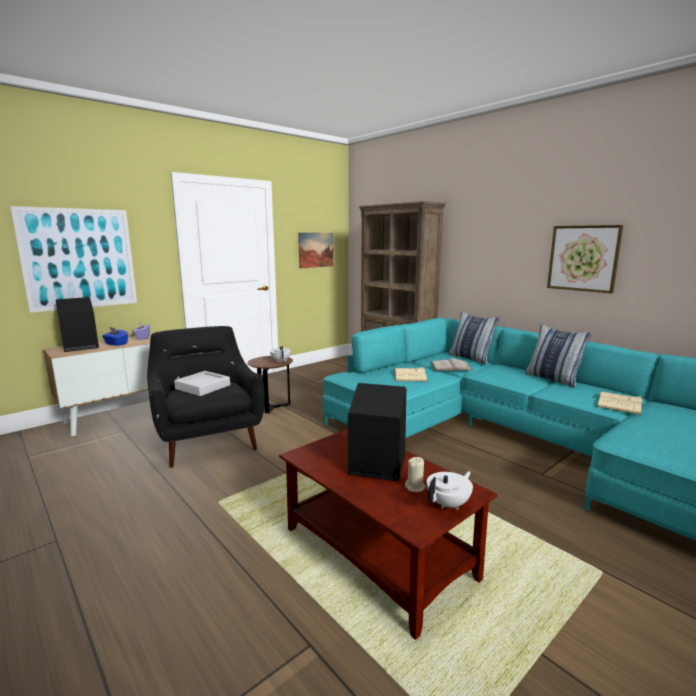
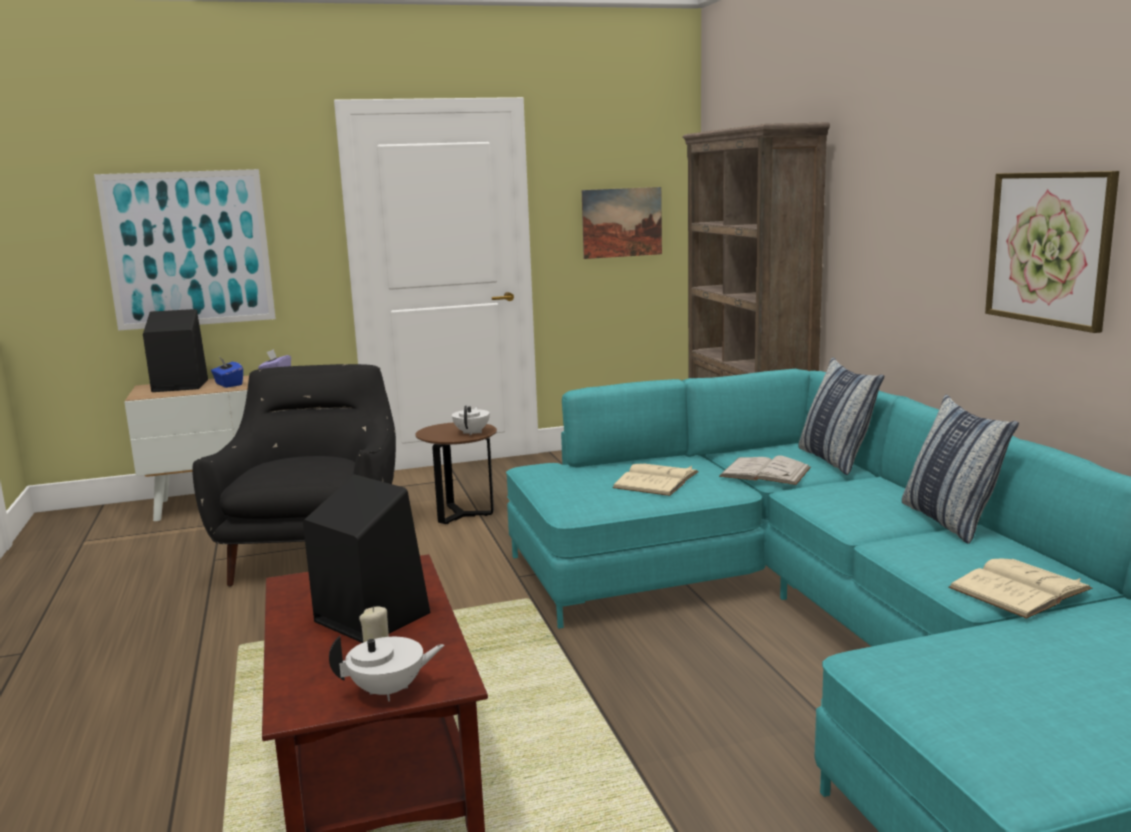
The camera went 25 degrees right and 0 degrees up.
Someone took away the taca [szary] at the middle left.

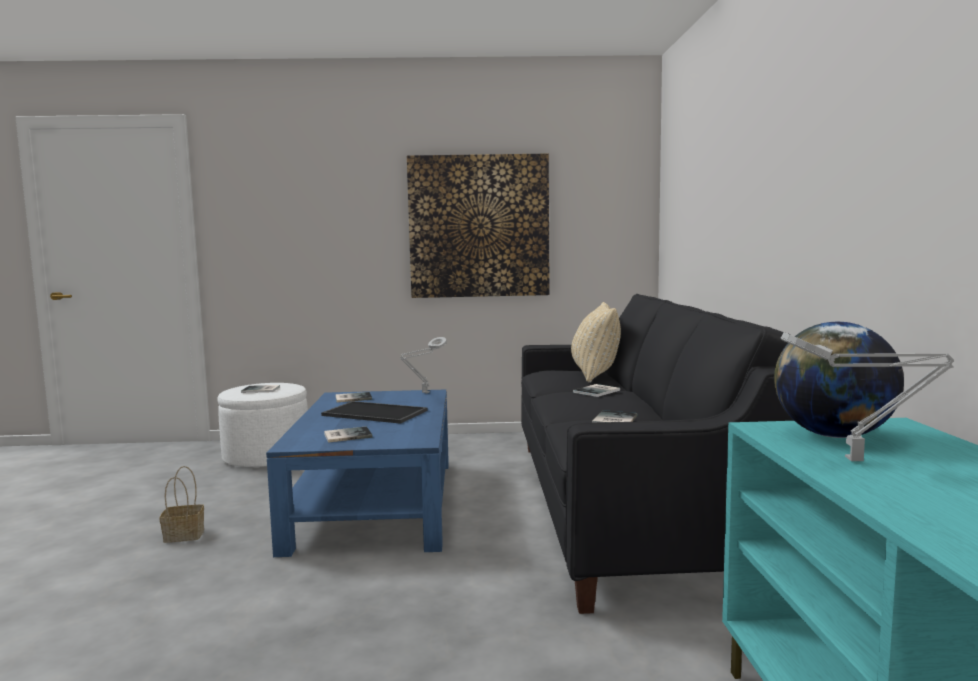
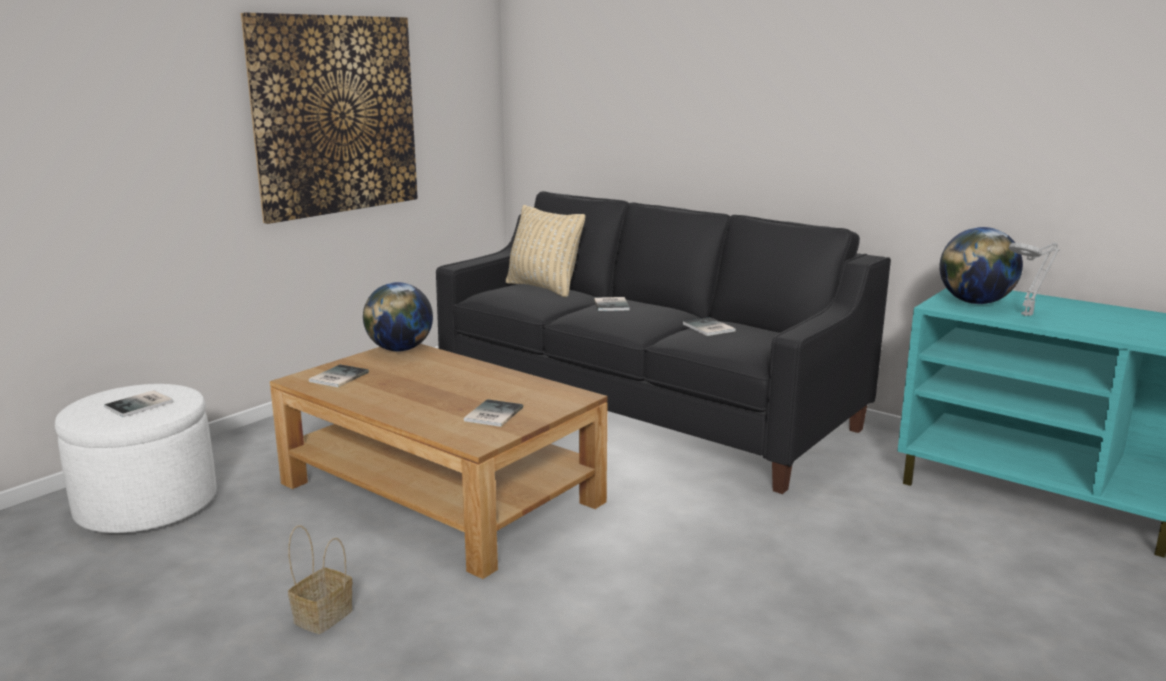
The camera went 50 degrees left and 10 degrees up.
Someone swapped the lampa stołowa [szary] (no. 1 from left) at the centre for the globus (no. 1 from left) at the centre.
Someone repainted the ława [niebieski] at the bottom centre, which became the ława [brązowy] at the bottom centre.
Someone took away the taca at the centre.

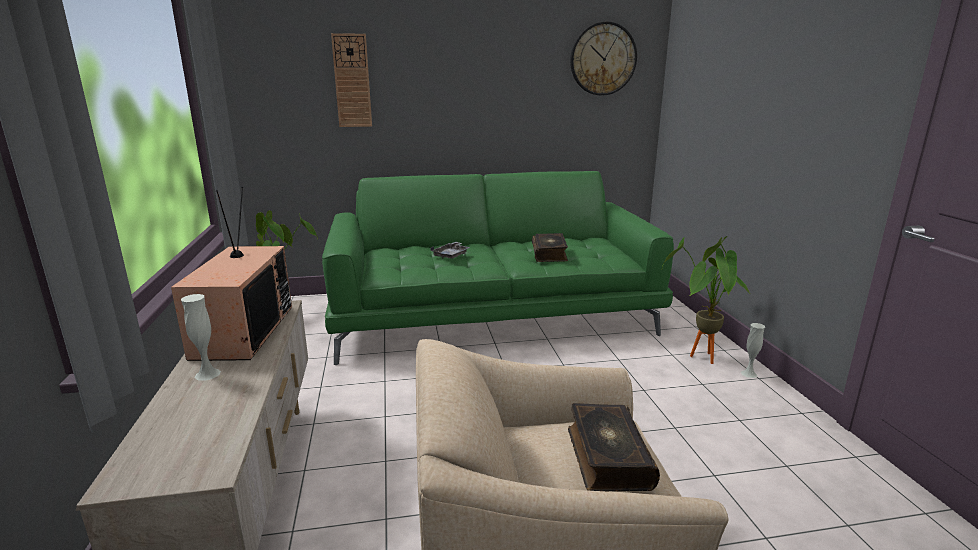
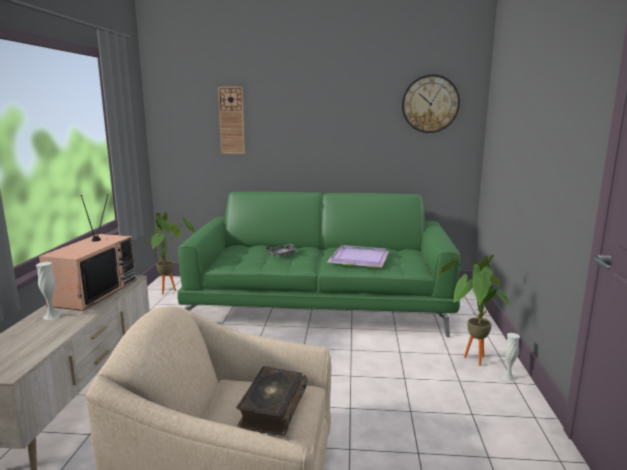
The camera went 15 degrees right and 5 degrees down.
Someone swapped the książka (no. 1 from left) at the centre for the taca [fioletowy] at the centre.

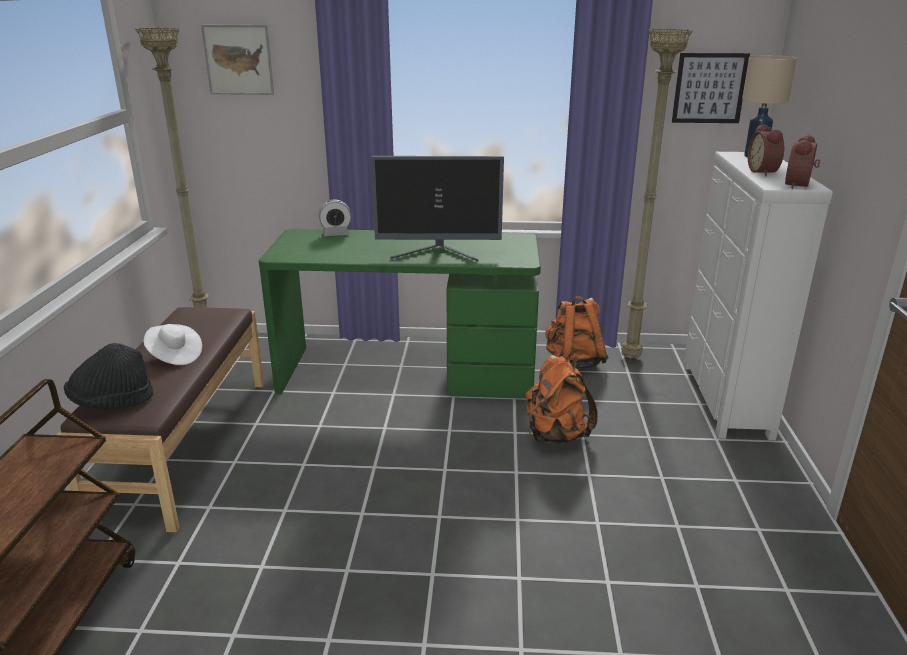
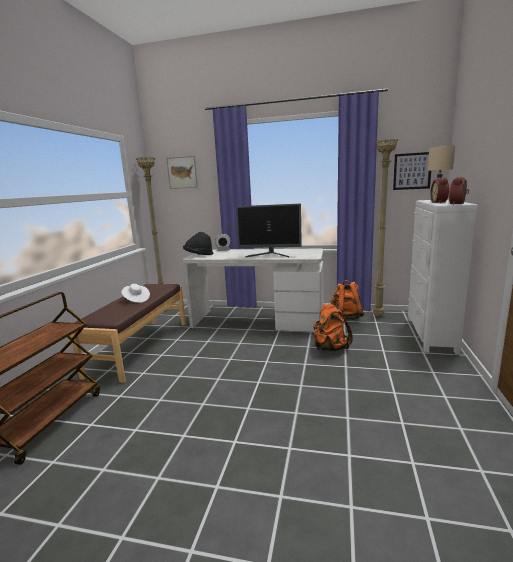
The camera went 10 degrees right and 10 degrees down.
Someone repainted the biurko [zielony] at the centre, which became the biurko [biały] at the centre.
Someone carried the kapelusz [czarny] from the middle left to the centre.

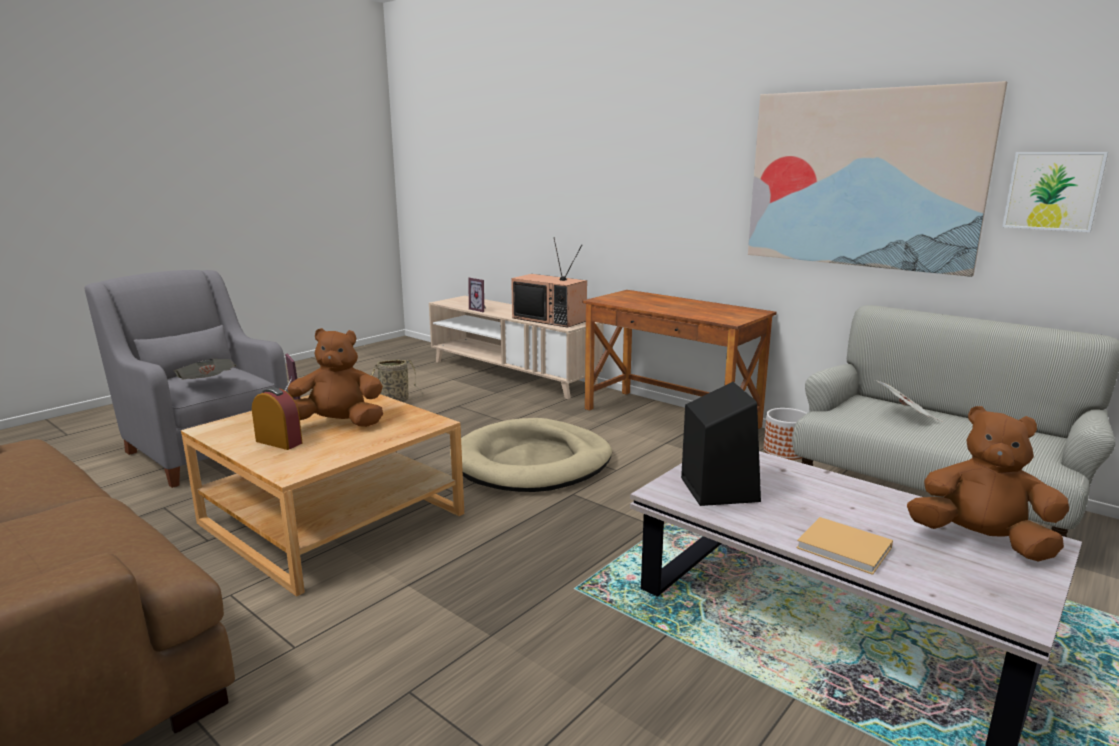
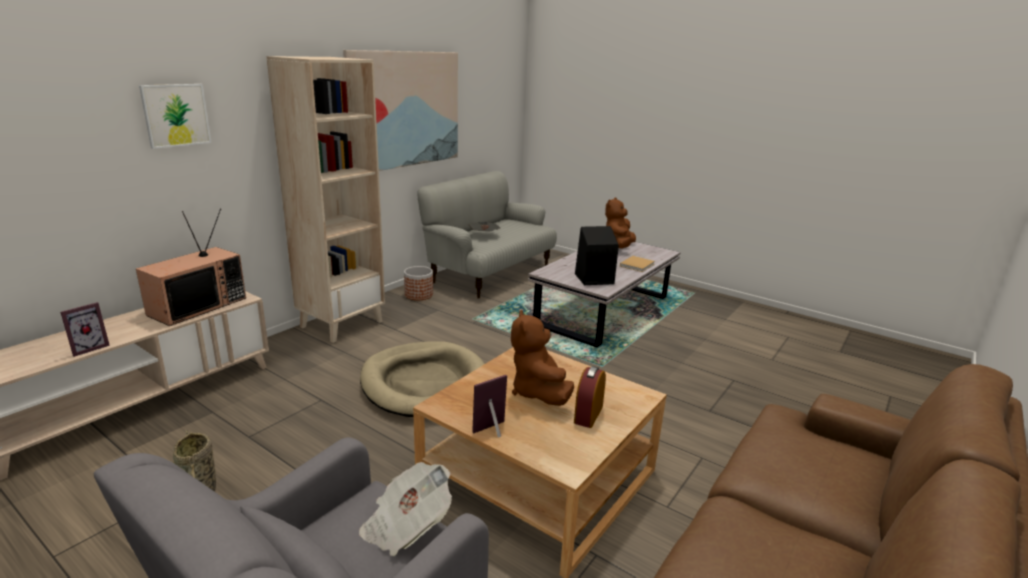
The camera went 95 degrees left and 5 degrees up.
Someone carried the obraz (no. 2 from left in the first image) from the top right to the top left.
Someone swapped the biurko [brązowy] at the centre for the regał [beżowy] at the middle left.

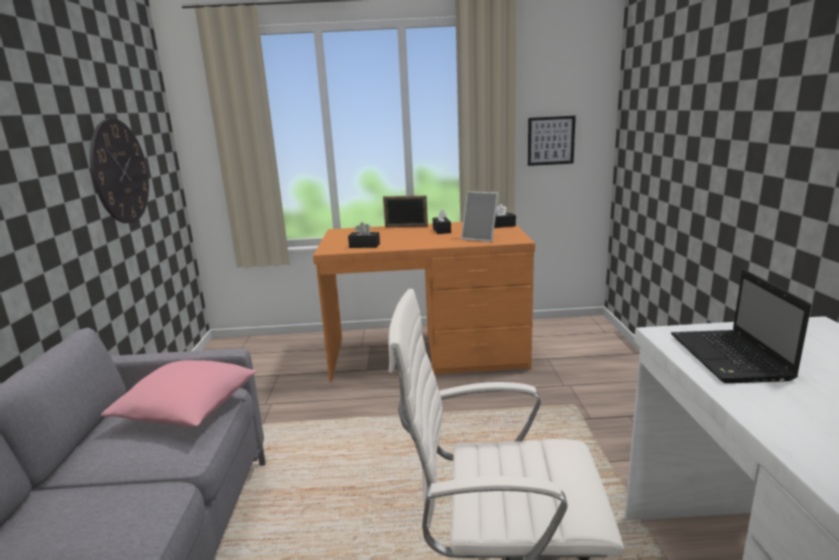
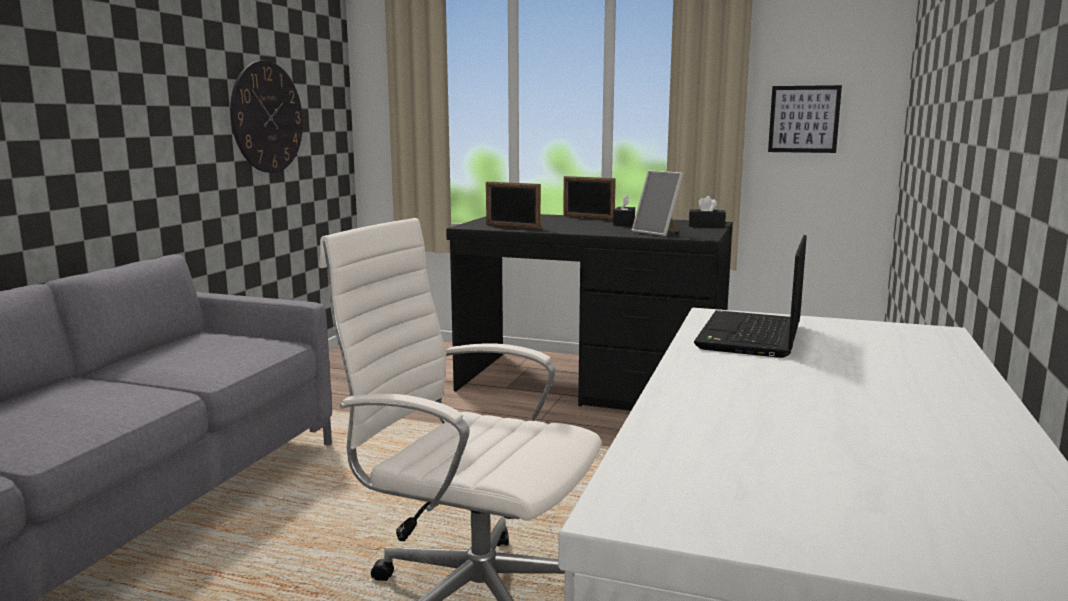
The camera went 20 degrees right and 5 degrees down.
Someone repainted the biurko [pomarańczowy] at the centre, which became the biurko [czarny] at the centre.
Someone swapped the pudełko chusteczek [czarny] (no. 1 from left) at the centre for the ramka na zdjęcie (no. 1 from left) at the centre.
Someone took away the poduszka [różowy] at the bottom left.

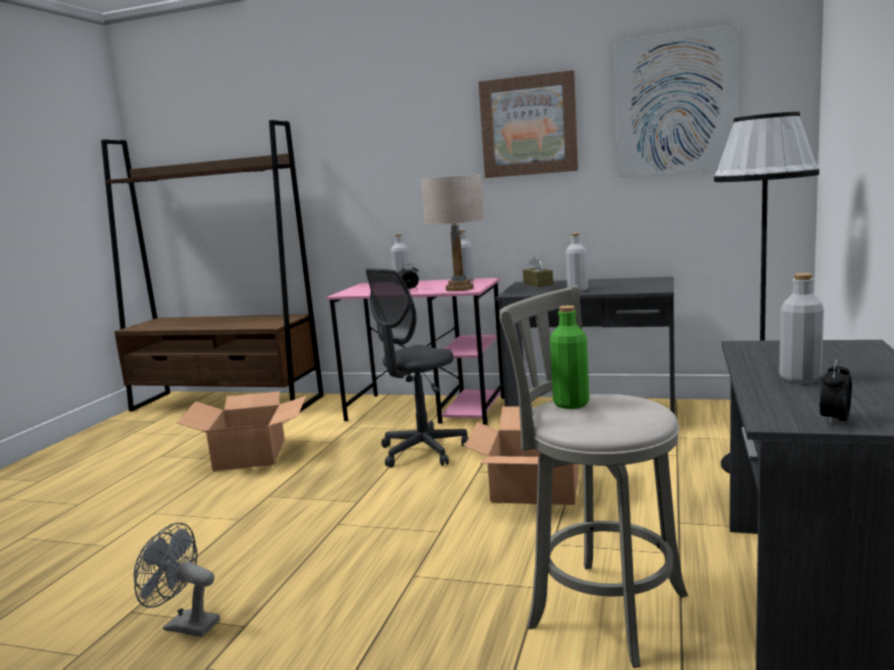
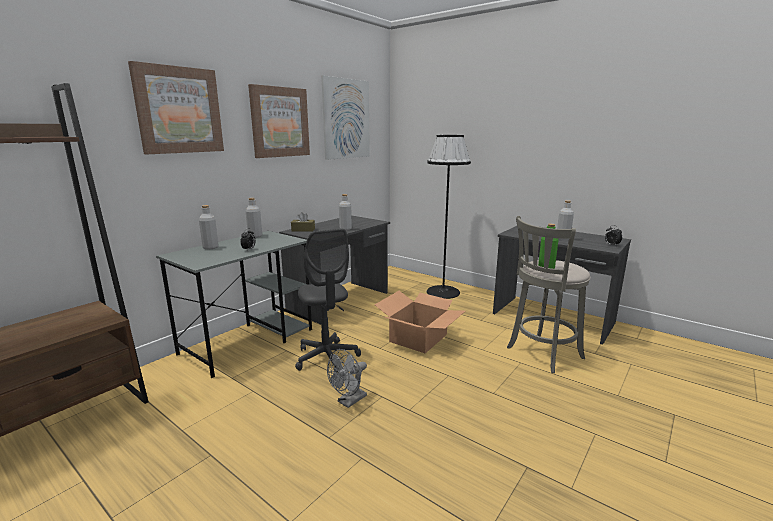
The camera went 70 degrees left and 5 degrees up.
Someone took away the lampa stołowa [beżowy] at the centre.
Someone repainted the biurko [różowy] at the centre, which became the biurko [szary] (no. 1 from left) at the middle left.
Someone took away the karton (no. 1 from left) at the middle left.
Someone carried the wentylator [szary] from the bottom left to the bottom centre.
Someone put up the obraz (no. 1 from left) at the top left.

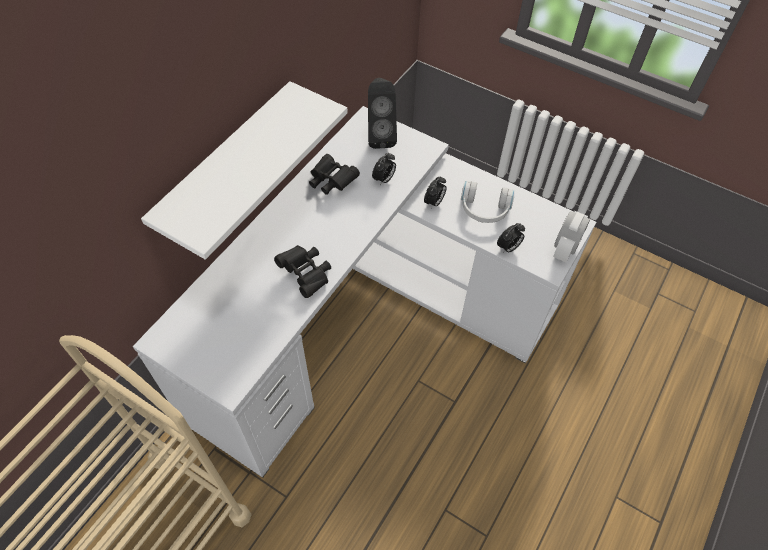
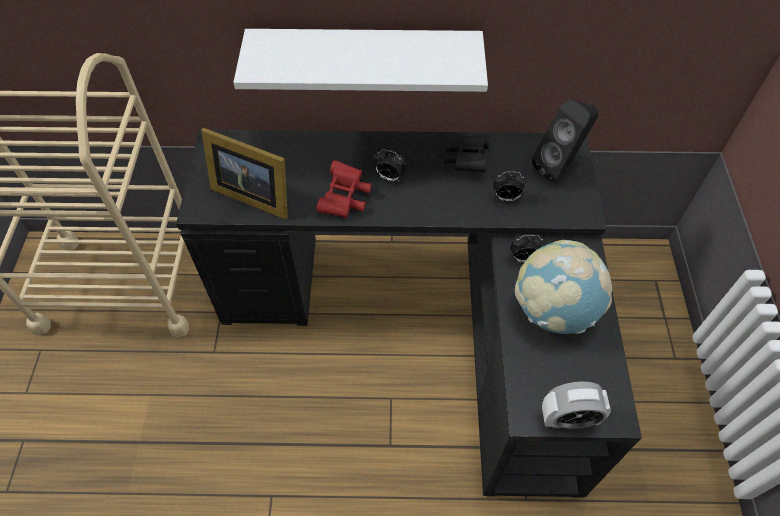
The camera went 60 degrees right and 0 degrees up.
Someone repainted the biurko [biały] at the centre, which became the biurko [czarny] at the centre.
Someone swapped the słuchawki [biały] at the centre for the globus at the middle right.
Someone carried the budzik (no. 3 from left in the first image) from the centre to the top centre.
Someone repainted the lornetka [czarny] (no. 1 from left) at the centre, which became the lornetka [czerwony] at the centre.
Someone put down the ramka na zdjęcie at the middle left.

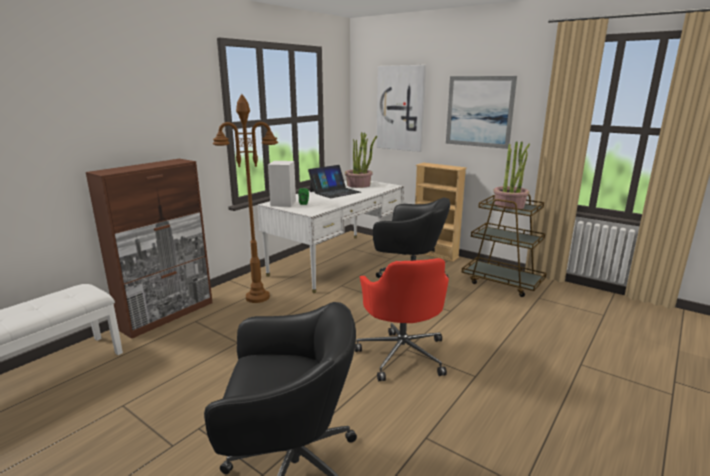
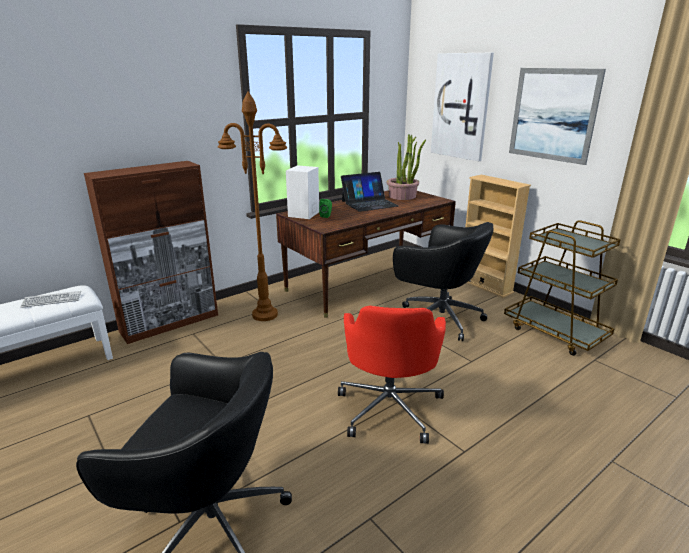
The camera went 15 degrees right and 5 degrees up.
Someone took away the roślina doniczkowa (no. 2 from left) at the middle right.
Someone repainted the biurko [biały] at the centre, which became the biurko [brązowy] at the centre.
Someone put down the klawiatura at the middle left.

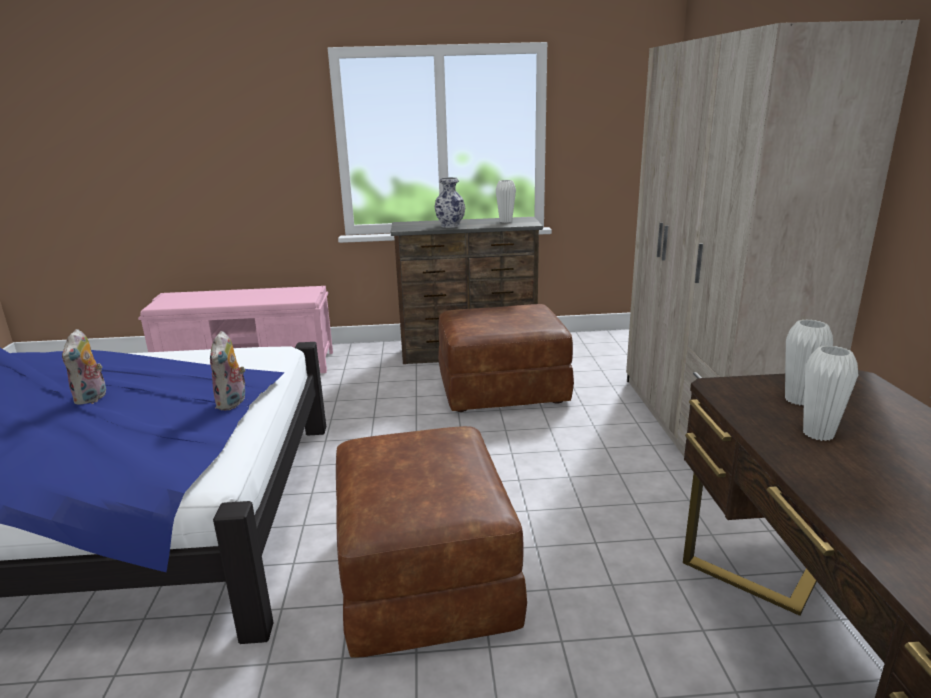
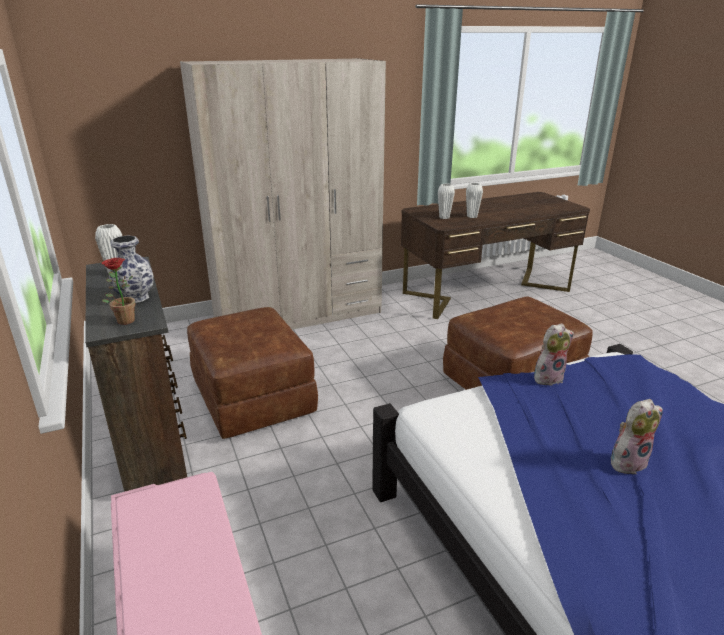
The camera went 110 degrees left and 5 degrees up.
Someone put down the roślina doniczkowa at the middle left.

